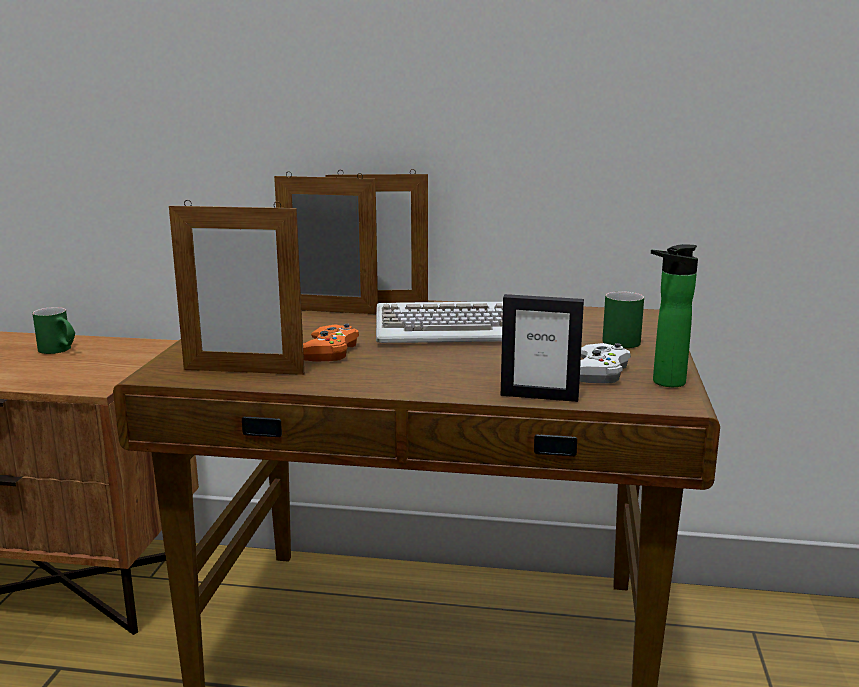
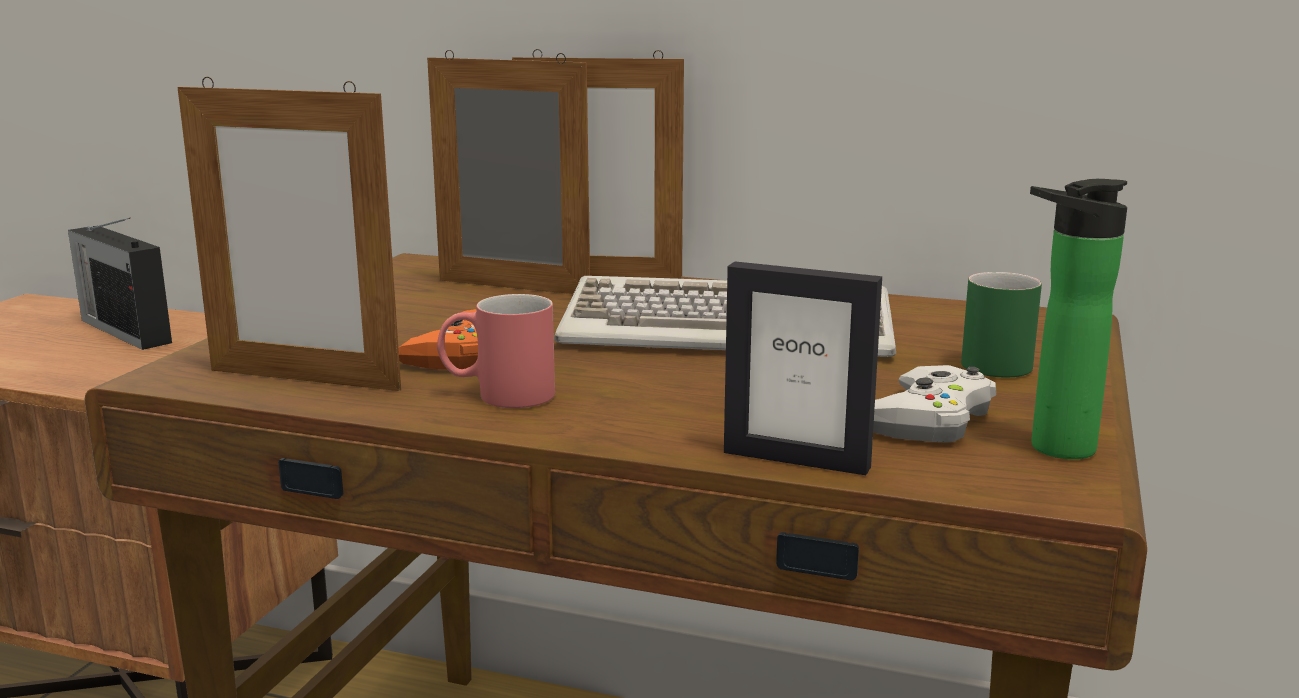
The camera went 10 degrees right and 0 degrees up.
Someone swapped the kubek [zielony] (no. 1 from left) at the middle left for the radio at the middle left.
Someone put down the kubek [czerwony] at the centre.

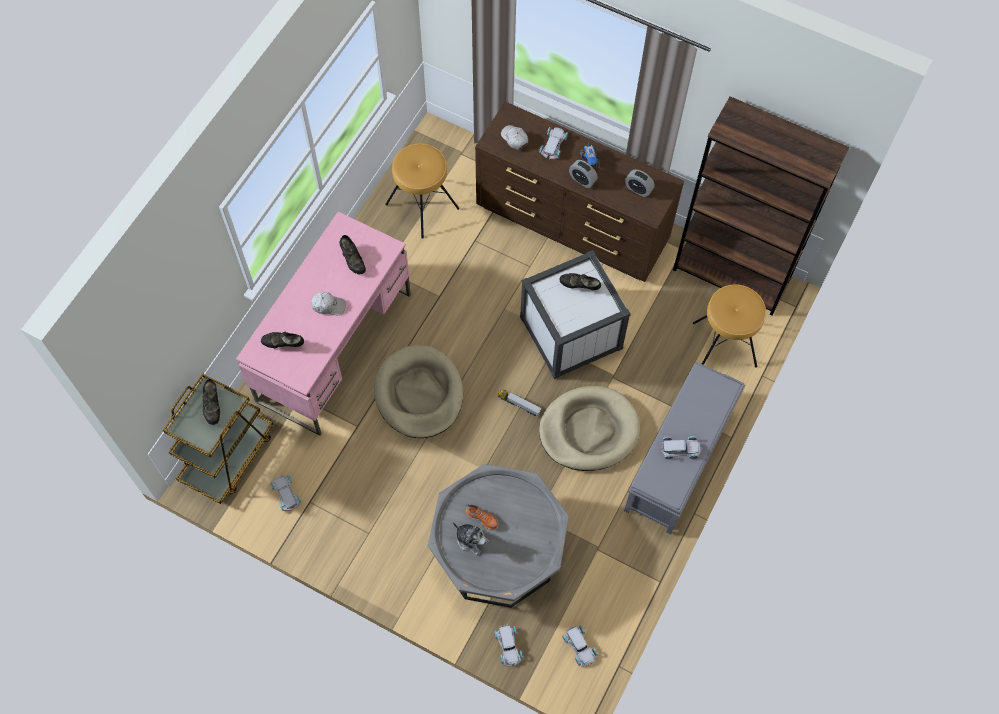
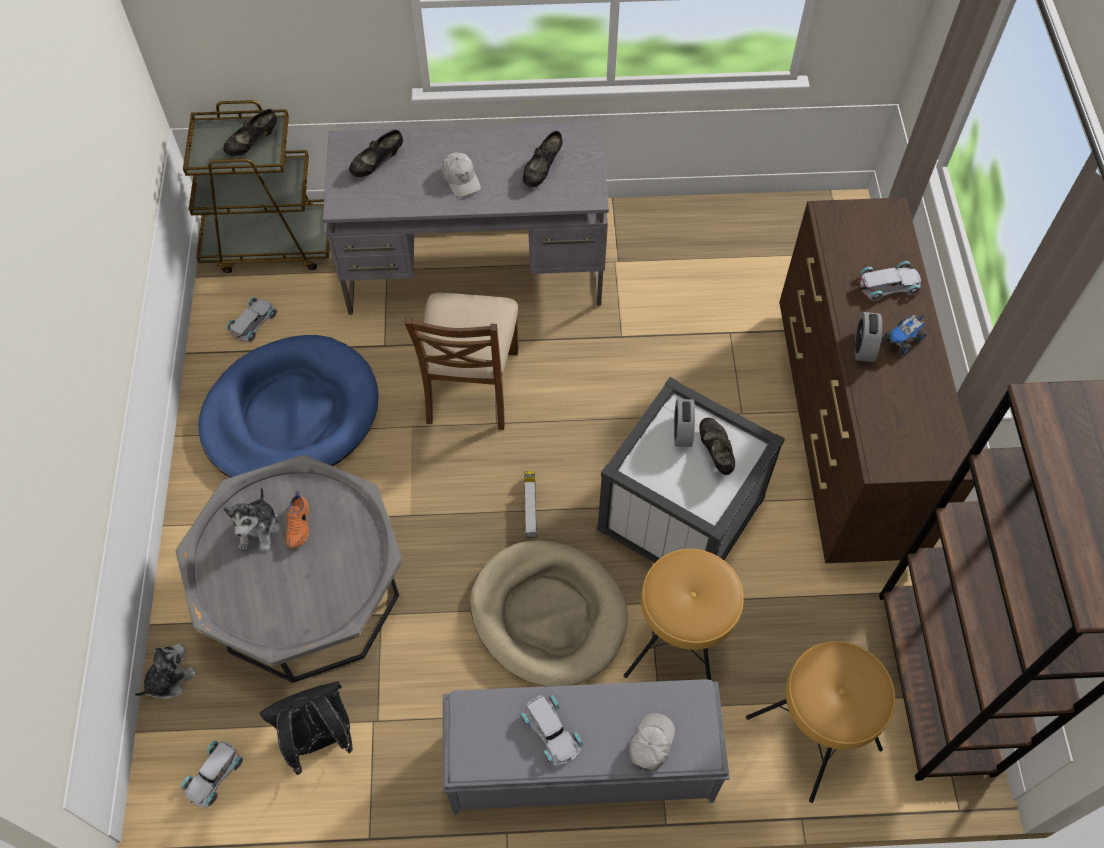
The camera went 60 degrees right and 5 degrees down.
Someone carried the czapka z daszkiem [biały] (no. 2 from left) from the top centre to the bottom centre.
Someone carried the stołek [brązowy] (no. 1 from left) from the top centre to the bottom centre.
Someone carried the budzik (no. 2 from left in the first image) from the top centre to the centre.
Someone repainted the biurko [różowy] at the middle left, which became the biurko [szary] at the top centre.
Someone rotated the but [czarny] (no. 2 from left) at the middle left by 105 degrees counterclockwise.
Someone swapped the legowisko [beżowy] (no. 1 from left) at the centre for the krzesło [brązowy] at the centre.
Someone swapped the samochodzik [biały] (no. 2 from left) at the bottom centre for the pluszak (no. 1 from left) at the bottom left.
Someone put down the legowisko [niebieski] at the middle left.
Someone put down the plecak [czarny] at the bottom left.

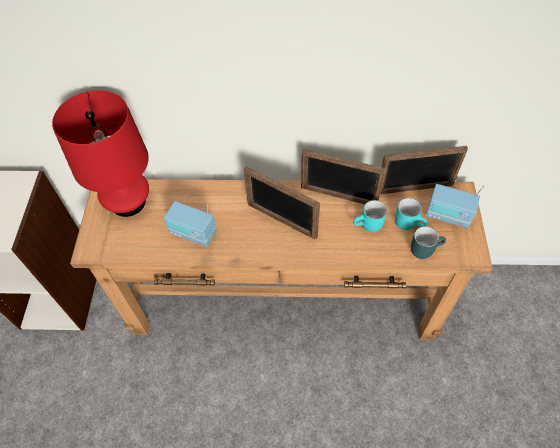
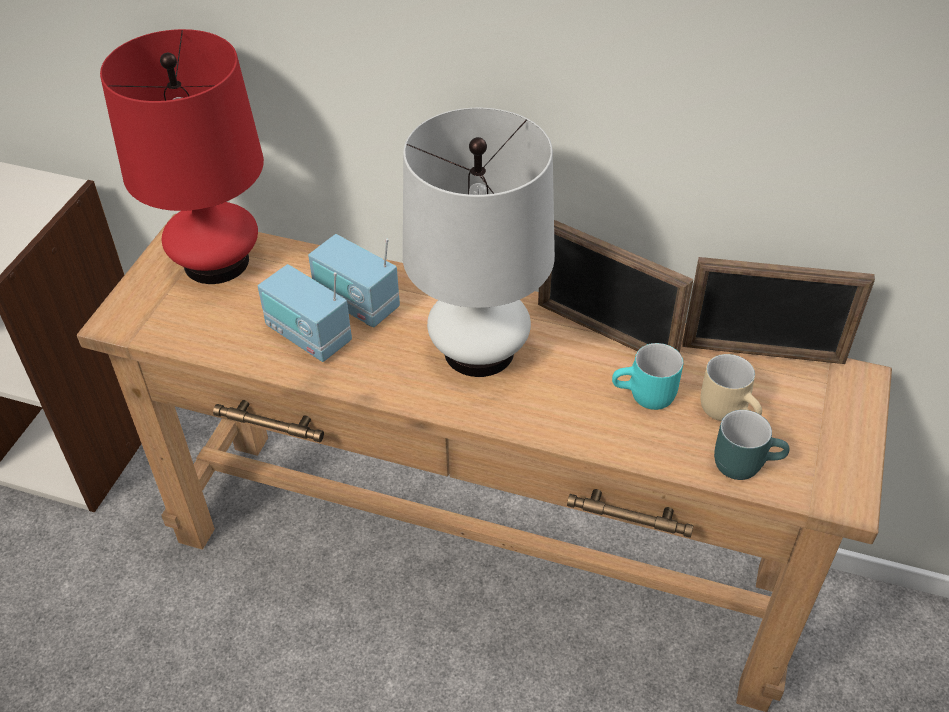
The camera went 15 degrees right and 10 degrees down.
Someone swapped the ramka na zdjęcie (no. 1 from left) at the centre for the lampa stołowa [biały] at the centre.
Someone carried the radio (no. 2 from left) from the middle right to the centre.
Someone repainted the kubek [turkusowy] (no. 2 from left) at the middle right, which became the kubek [beżowy] at the middle right.

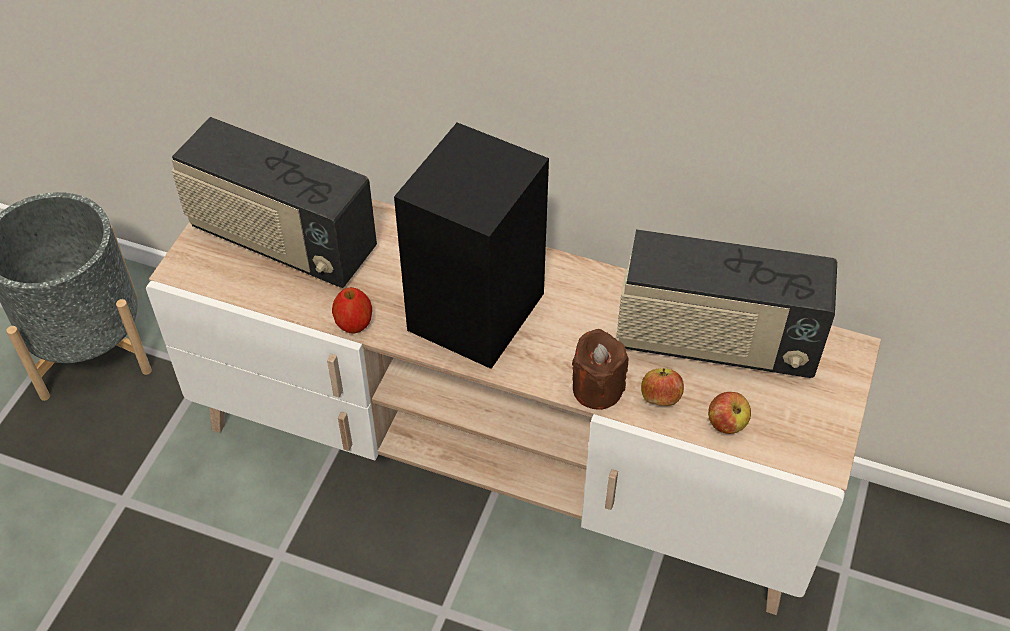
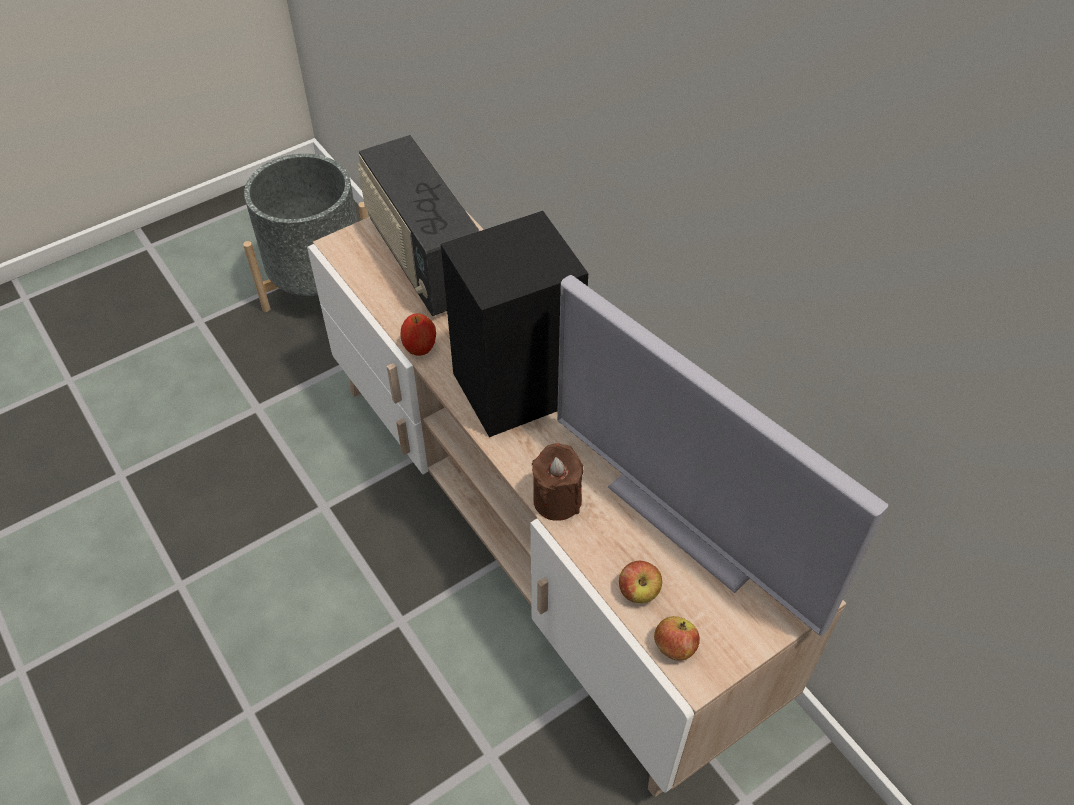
The camera went 35 degrees right and 0 degrees up.
Someone swapped the radio (no. 2 from left) at the middle right for the telewizor at the middle right.
Someone carried the jabłko (no. 2 from left in the first image) from the centre to the bottom centre.

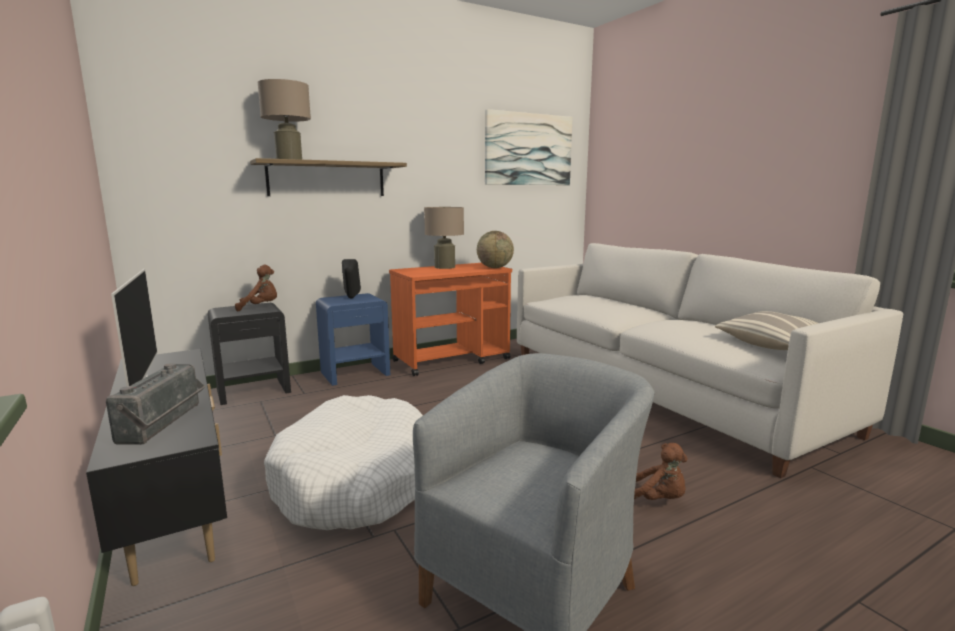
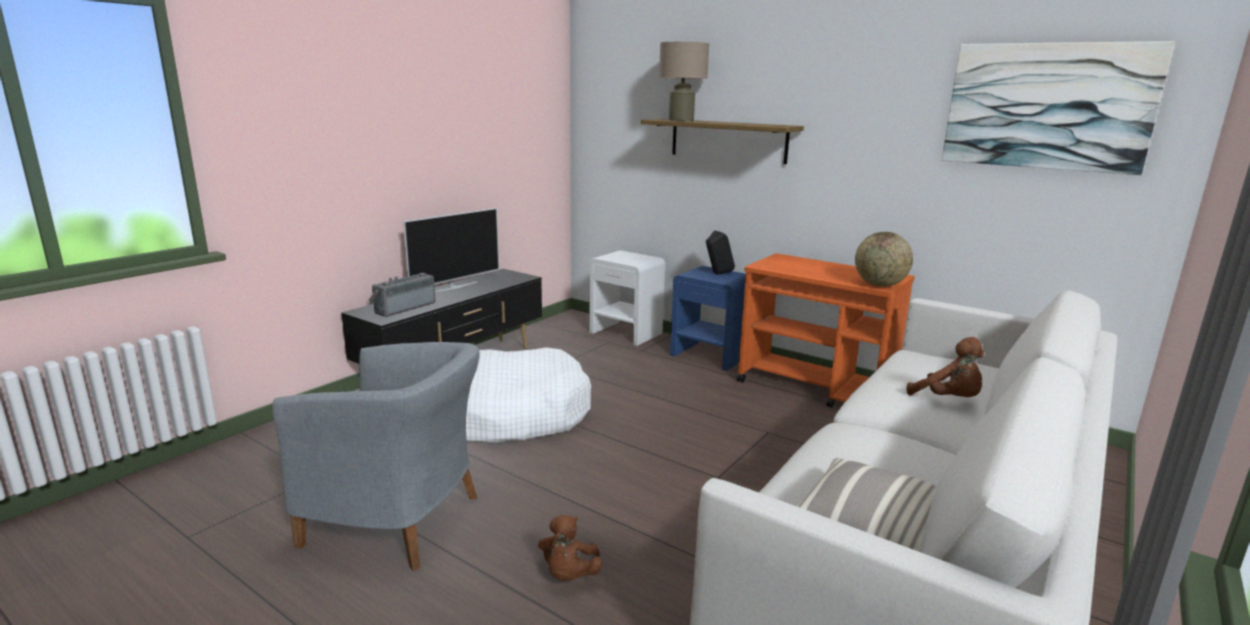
The camera went 65 degrees right and 5 degrees up.
Someone took away the lampa stołowa [beżowy] (no. 2 from left) at the centre.
Someone carried the pluszak [brązowy] (no. 1 from left in the first image) from the middle left to the middle right.
Someone repainted the szafka nocna [czarny] at the middle left, which became the szafka nocna [biały] at the centre.
Someone rotated the radio at the middle left by 150 degrees clockwise.

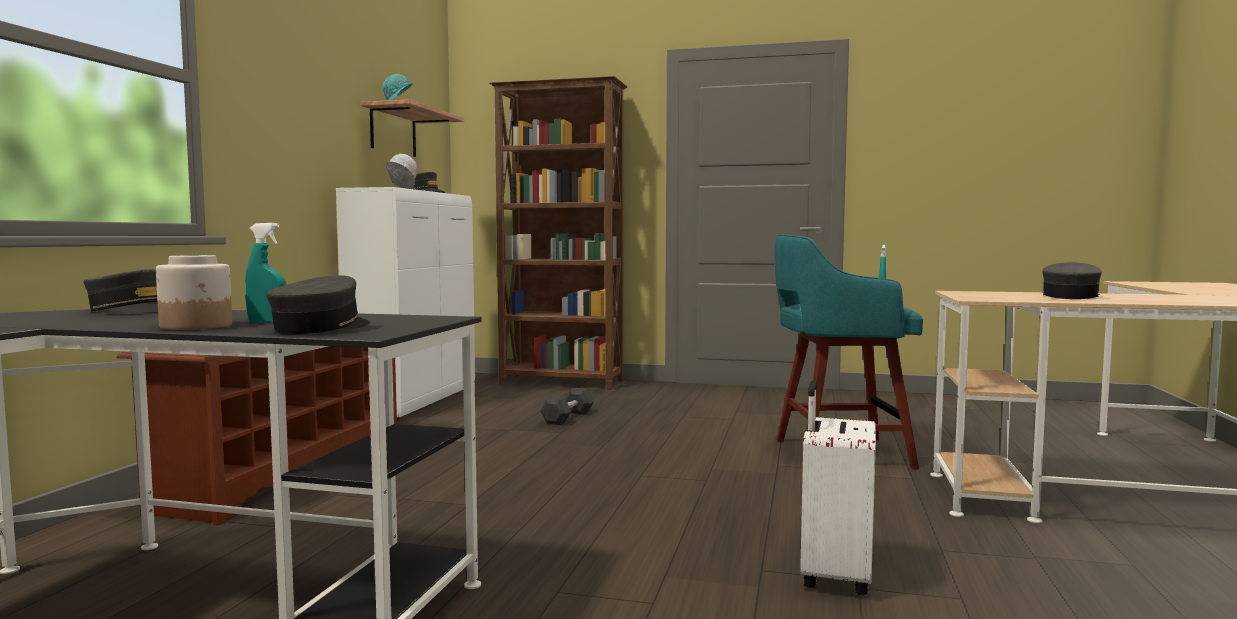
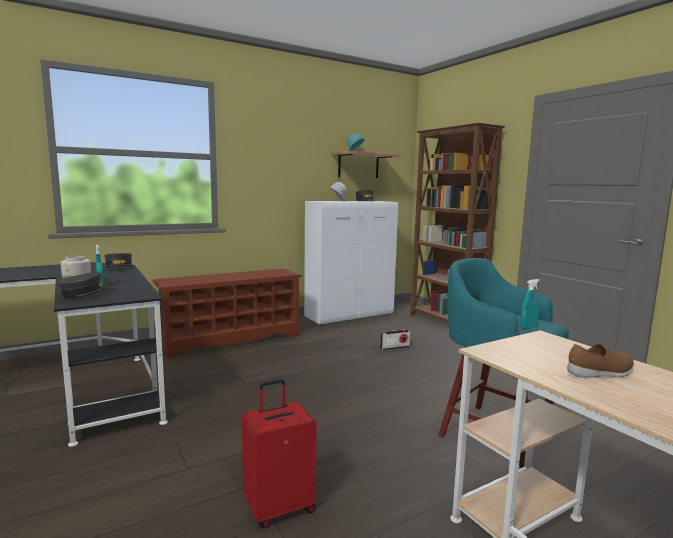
The camera went 45 degrees right and 5 degrees up.
Someone swapped the czapka z daszkiem [szary] (no. 4 from left) at the middle right for the but [brązowy] at the bottom right.
Someone repainted the walizka [biały] at the bottom right, which became the walizka [czerwony] at the bottom centre.
Someone swapped the hantel [czarny] at the centre for the radio at the centre.

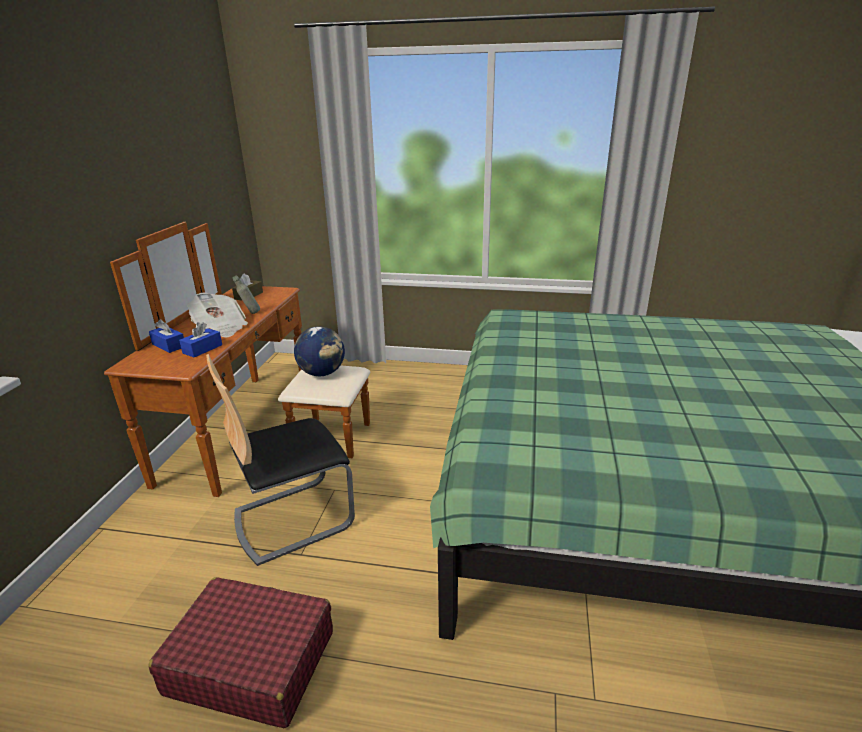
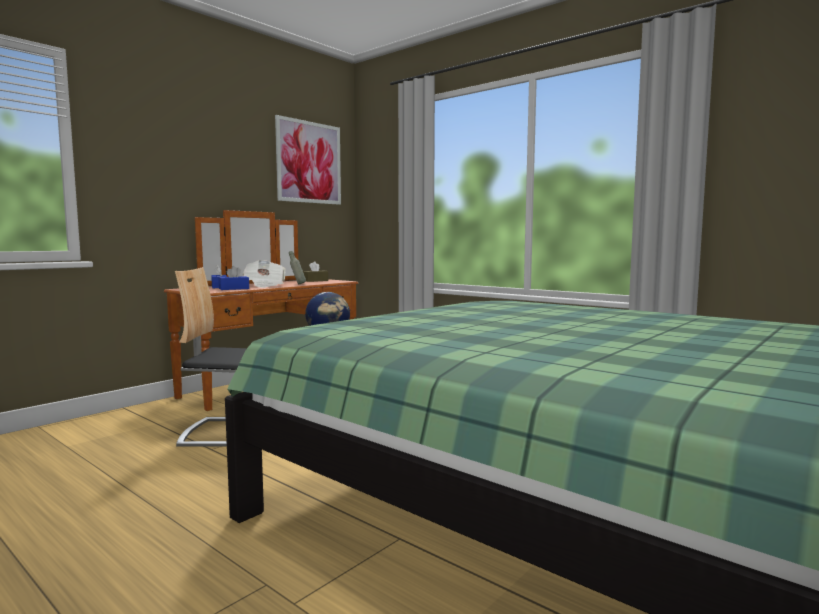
The camera went 30 degrees right and 20 degrees down.
Someone took away the walizka [czerwony] at the bottom left.
Someone put up the obraz at the top centre.

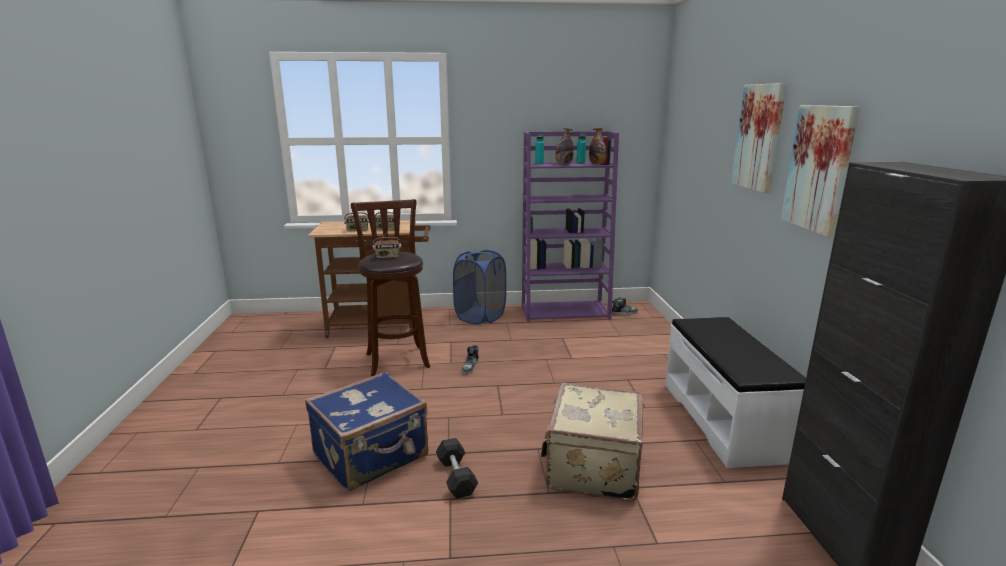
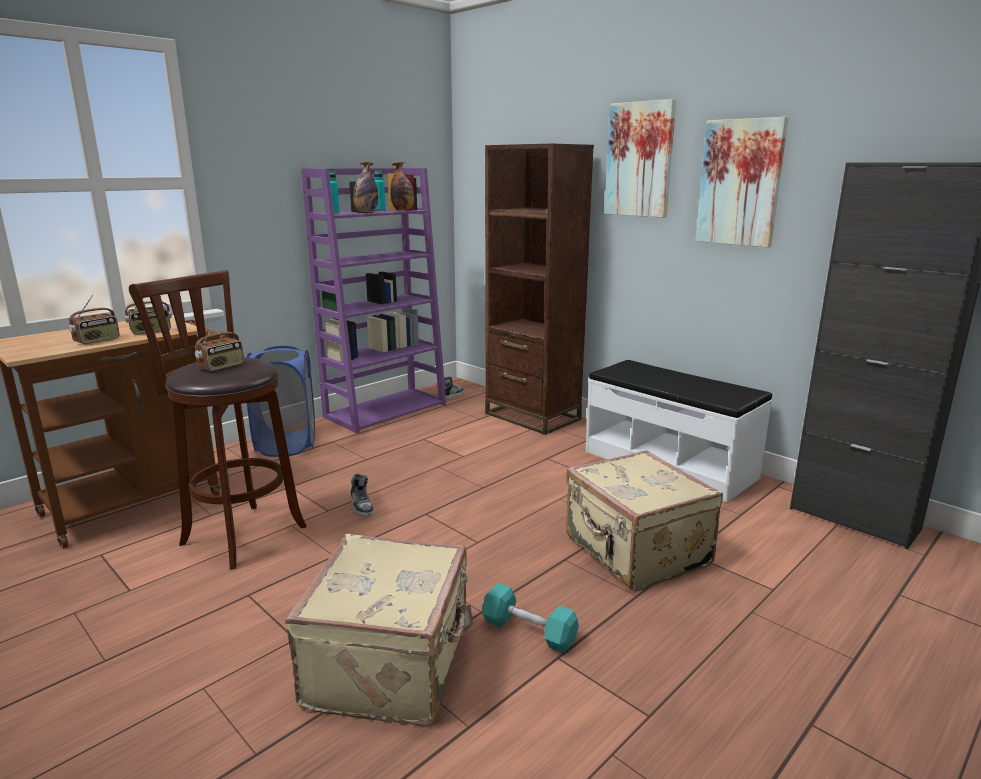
The camera went 40 degrees left and 0 degrees up.
Someone repainted the walizka [niebieski] at the bottom centre, which became the walizka [beżowy] (no. 1 from left) at the bottom centre.
Someone repainted the hantel [szary] at the bottom centre, which became the hantel [turkusowy] at the bottom centre.
Someone put down the regał [brązowy] at the centre.

